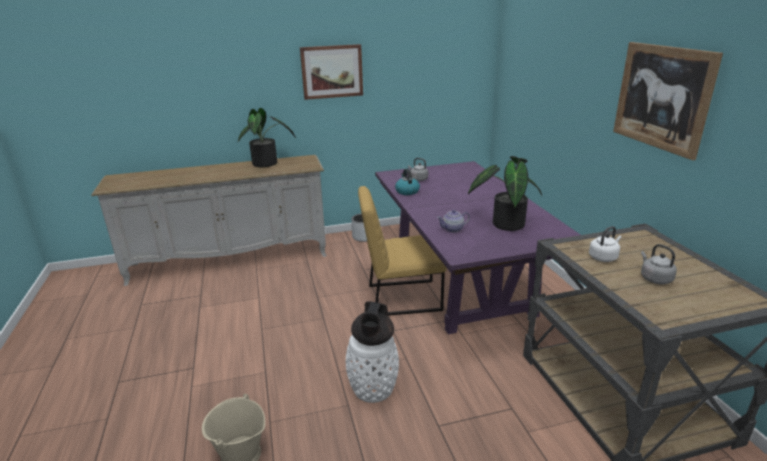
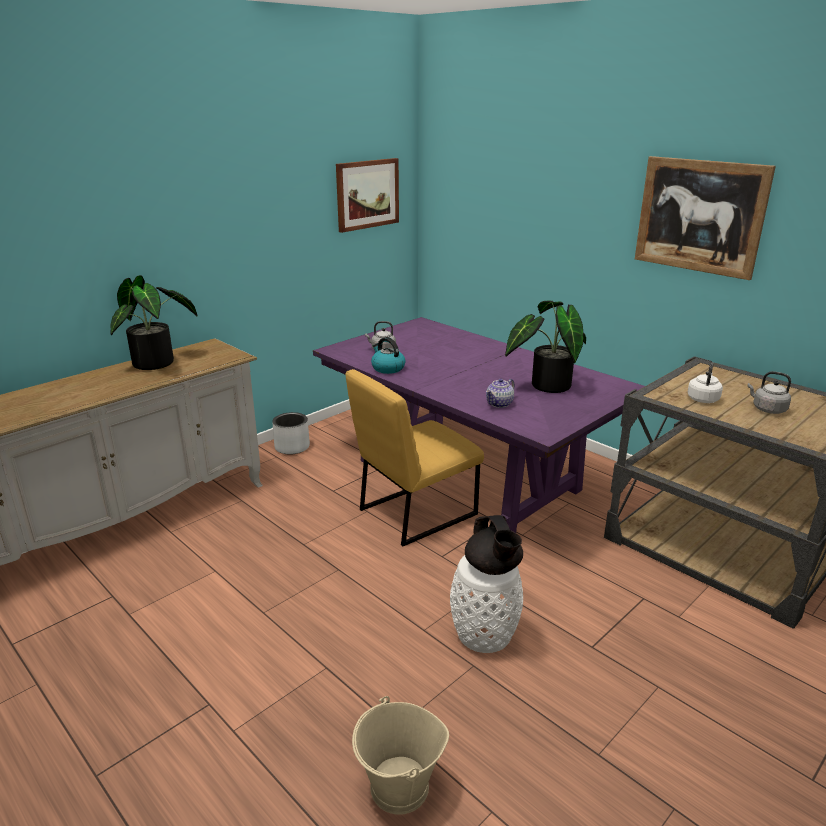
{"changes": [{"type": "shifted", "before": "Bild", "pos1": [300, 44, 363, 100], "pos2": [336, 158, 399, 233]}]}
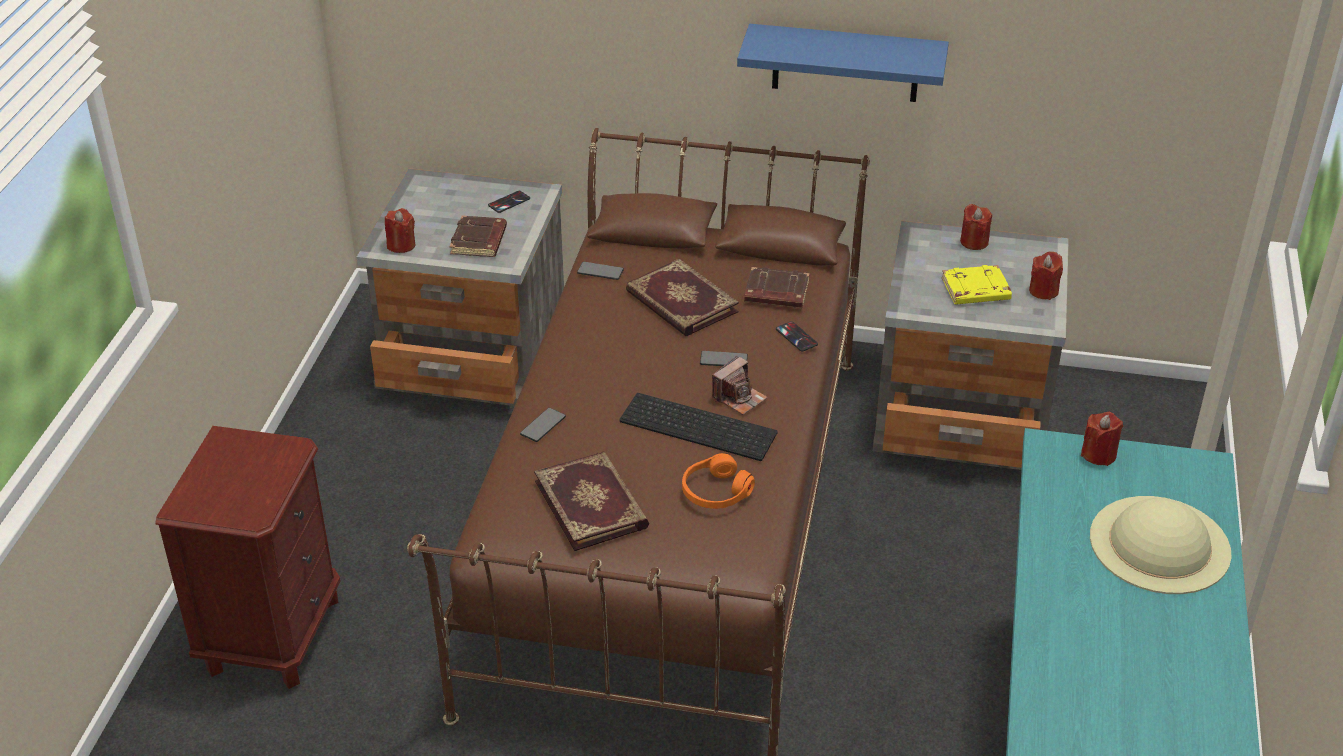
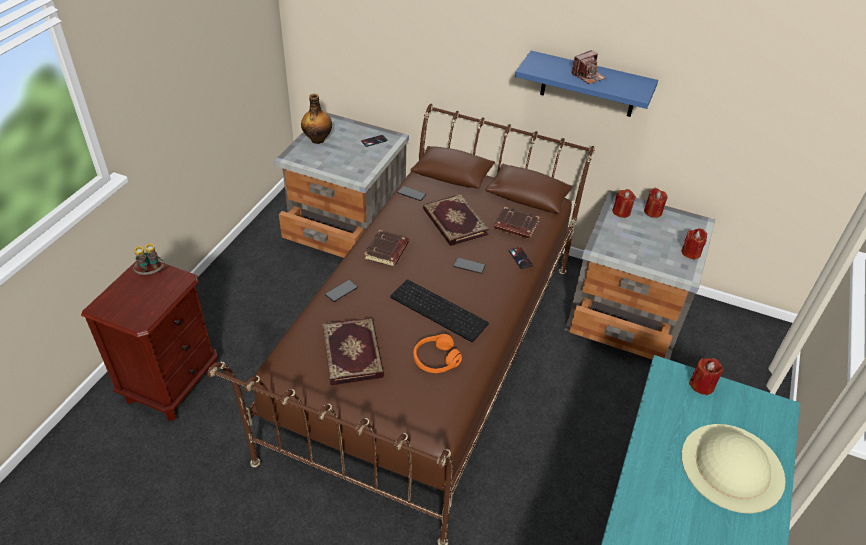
{"changes": [{"type": "shifted", "before": "Kerze (rot)", "pos1": [385, 208, 415, 253], "pos2": [613, 189, 636, 218]}, {"type": "shifted", "before": "Buch (braun)", "pos1": [449, 215, 507, 257], "pos2": [364, 230, 409, 267]}, {"type": "shifted", "before": "Kamera", "pos1": [712, 356, 768, 415], "pos2": [572, 50, 606, 84]}, {"type": "gone", "before": "Buch (gelb)", "pos1": [942, 265, 1012, 305]}, {"type": "new", "after": "Fernglas", "pos2": [133, 243, 165, 275]}, {"type": "new", "after": "Flasche", "pos2": [301, 94, 332, 144]}]}
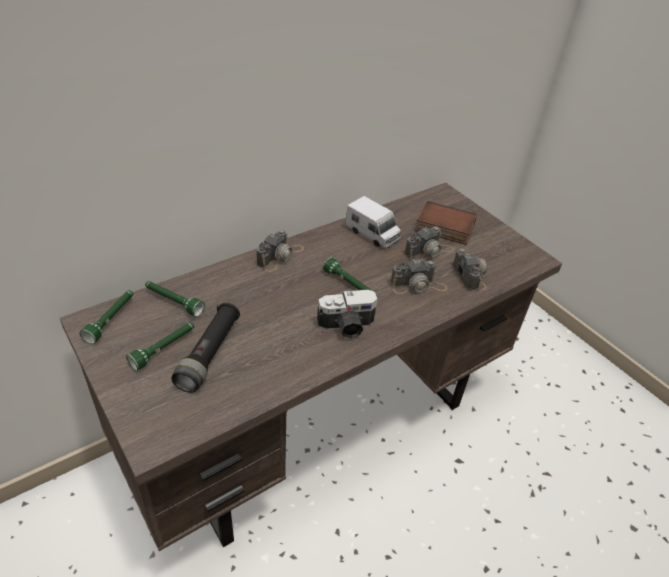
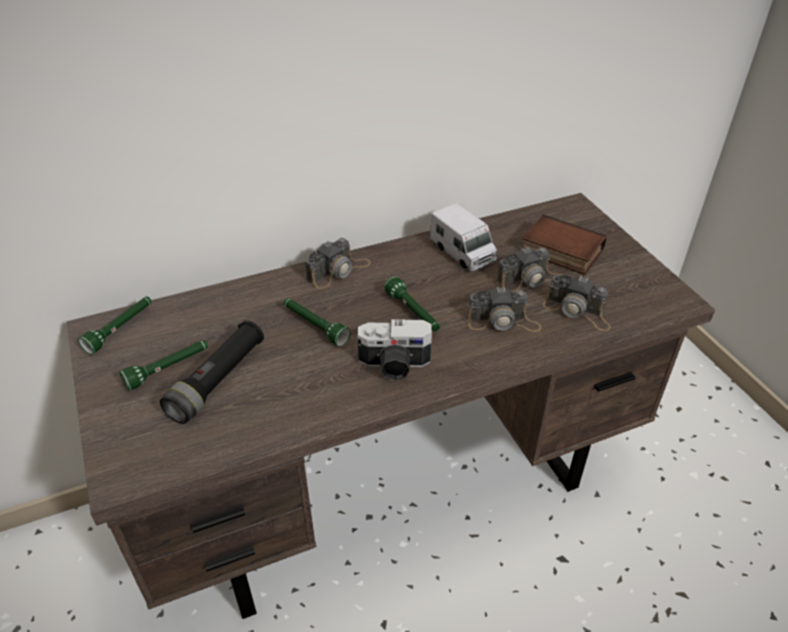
{"changes": [{"type": "shifted", "before": "Taschenlampe (grün)", "pos1": [145, 281, 205, 317], "pos2": [284, 298, 351, 347]}, {"type": "rotated", "before": "Kamera", "pos1": [453, 248, 487, 291], "pos2": [543, 275, 611, 331], "turn": 120}]}
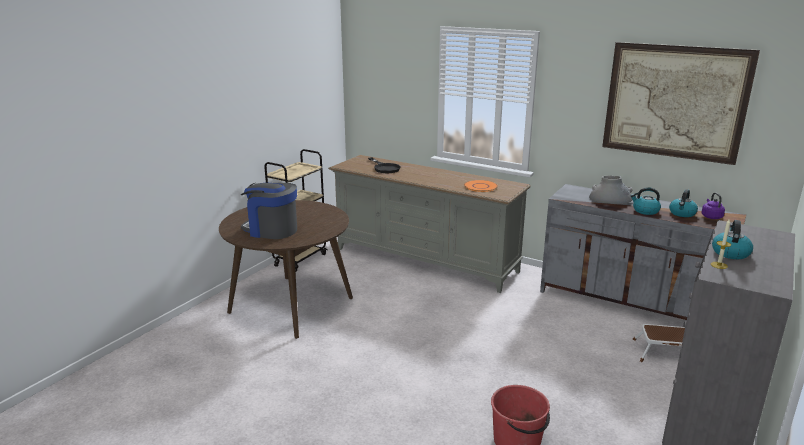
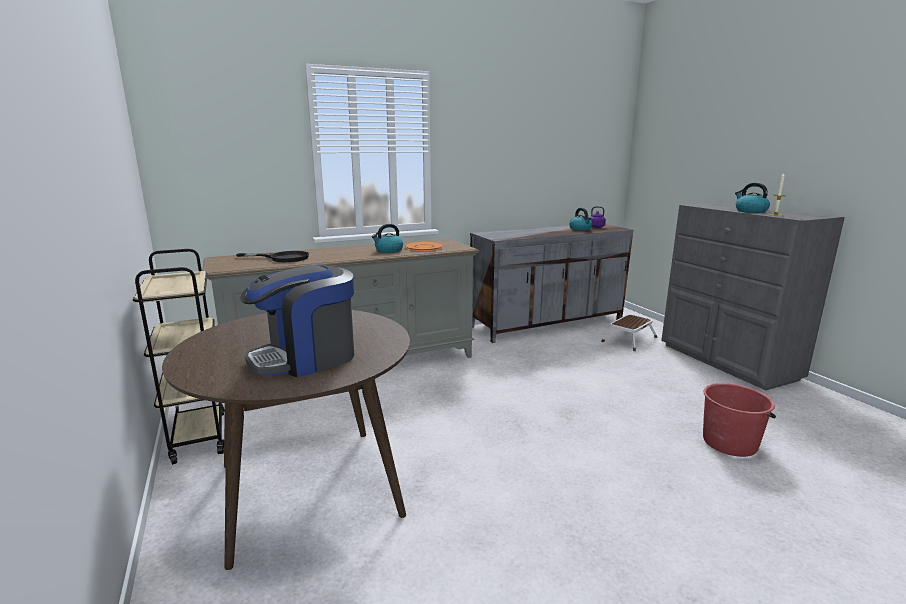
{"changes": [{"type": "gone", "before": "Vase (grau)", "pos1": [589, 176, 632, 204]}, {"type": "gone", "before": "Bild", "pos1": [602, 42, 760, 165]}, {"type": "shifted", "before": "Wasserkessel", "pos1": [630, 187, 661, 215], "pos2": [372, 224, 403, 253]}]}
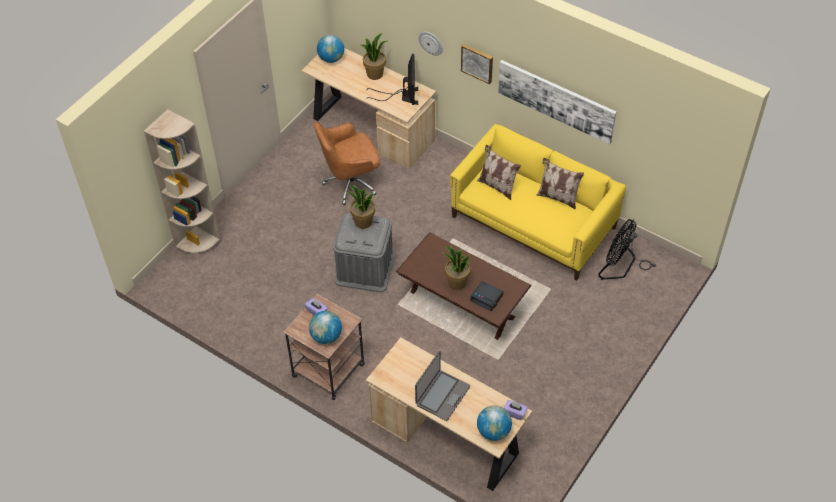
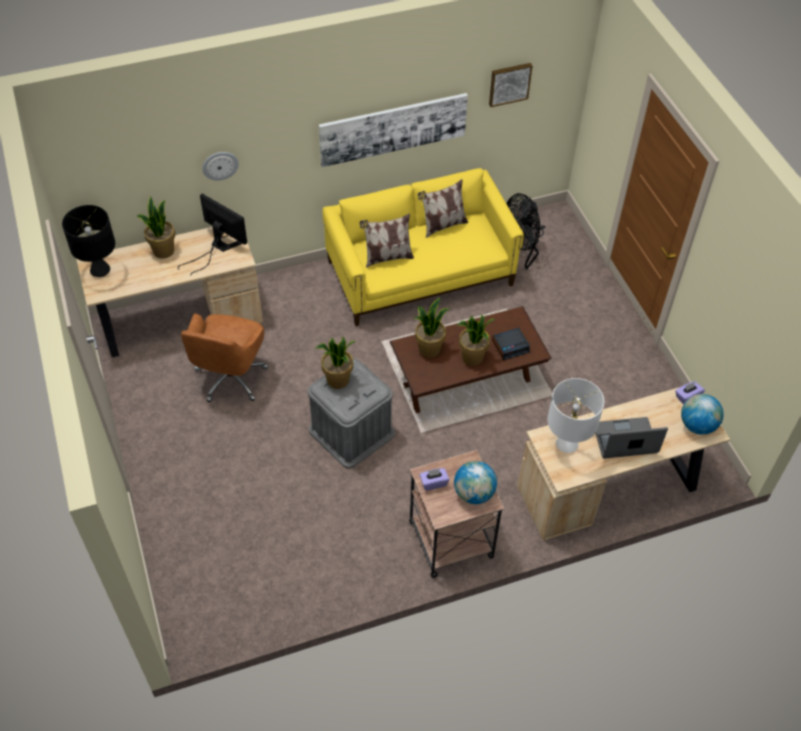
{"changes": [{"type": "gone", "before": "Bücherregal (beige)", "pos1": [144, 109, 220, 253]}, {"type": "swapped", "before": "Globus", "after": "Tischlampe (schwarz)", "pos1": [317, 35, 344, 63], "pos2": [62, 205, 115, 277]}, {"type": "rotated", "before": "Laptop", "pos1": [415, 351, 470, 421], "pos2": [595, 417, 668, 459], "turn": -75}, {"type": "shifted", "before": "Bild", "pos1": [461, 44, 493, 84], "pos2": [489, 63, 532, 107]}, {"type": "new", "after": "Topfpflanze", "pos2": [414, 298, 450, 358]}, {"type": "new", "after": "Tischlampe (weiß)", "pos2": [548, 378, 604, 453]}]}
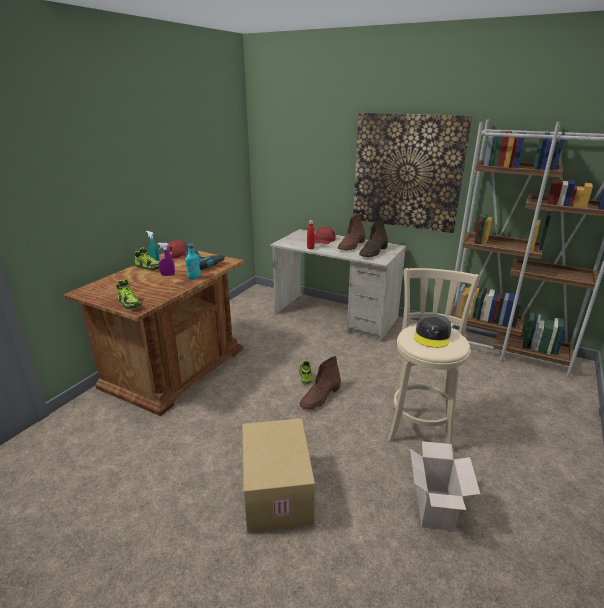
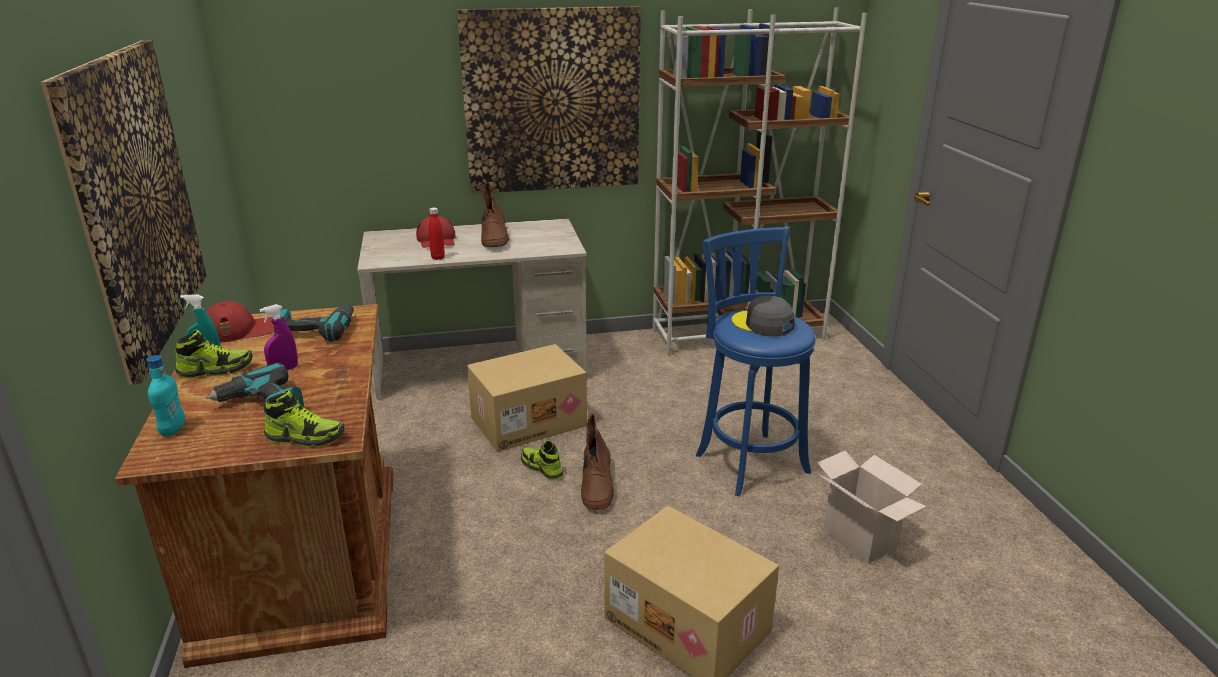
{"changes": [{"type": "shifted", "before": "Flasche (türkis)", "pos1": [185, 244, 201, 280], "pos2": [147, 355, 185, 437]}, {"type": "gone", "before": "Stiefel (braun)", "pos1": [359, 219, 388, 257]}, {"type": "repainted", "before": "Hocker (beige)", "after": "Hocker (blau)", "pos1": [387, 268, 480, 451], "pos2": [696, 226, 816, 496]}, {"type": "rotated", "before": "Kappe (grau)", "pos1": [414, 313, 451, 348], "pos2": [732, 296, 795, 336], "turn": 150}, {"type": "new", "after": "Bild", "pos2": [41, 40, 207, 385]}, {"type": "new", "after": "Bohrmaschine", "pos2": [206, 363, 304, 413]}, {"type": "new", "after": "Karton", "pos2": [467, 344, 587, 452]}]}
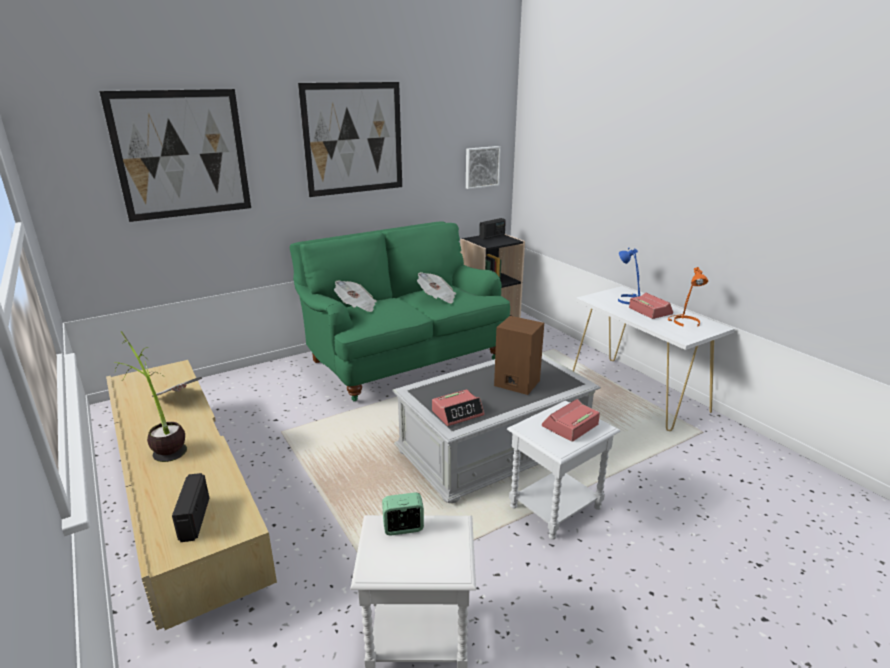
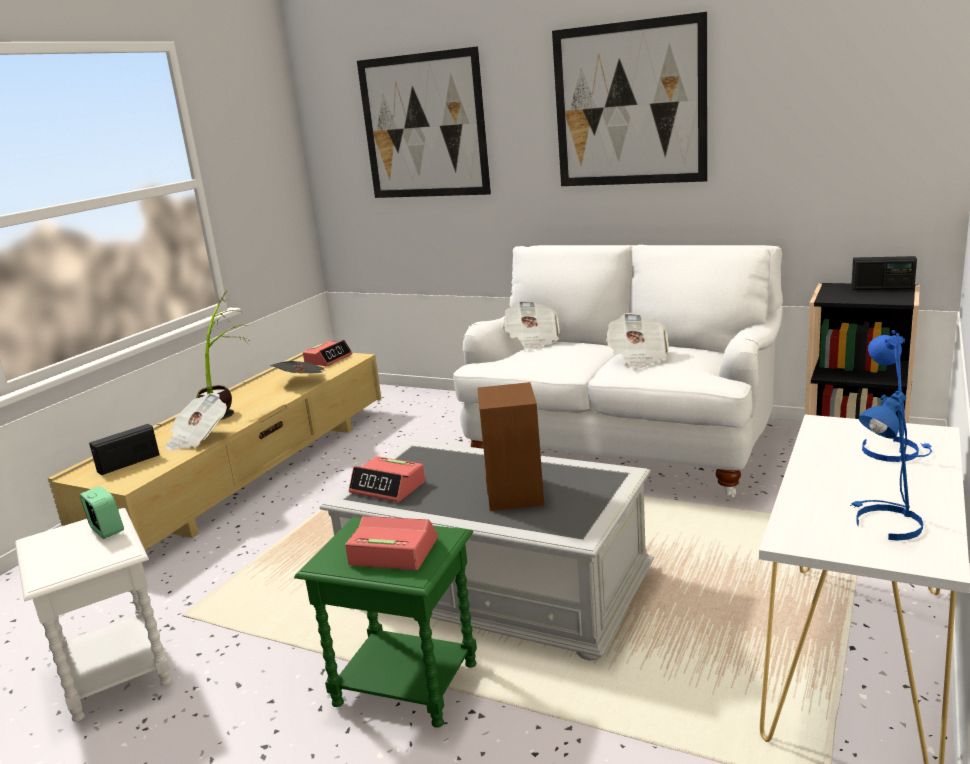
{"changes": [{"type": "repainted", "before": "Sofa (grün)", "after": "Sofa (weiß)", "pos1": [290, 222, 510, 402], "pos2": [453, 245, 783, 497]}, {"type": "gone", "before": "Bild", "pos1": [466, 146, 501, 189]}, {"type": "repainted", "before": "Beistelltisch (weiß)", "after": "Beistelltisch (grün)", "pos1": [507, 401, 620, 540], "pos2": [294, 517, 477, 728]}, {"type": "shifted", "before": "Wecker", "pos1": [629, 293, 673, 319], "pos2": [303, 340, 352, 366]}, {"type": "repainted", "before": "Tischlampe (orange)", "after": "Tischlampe (blau)", "pos1": [667, 267, 708, 327], "pos2": [850, 391, 923, 541]}, {"type": "new", "after": "Zeitung", "pos2": [164, 393, 227, 451]}]}
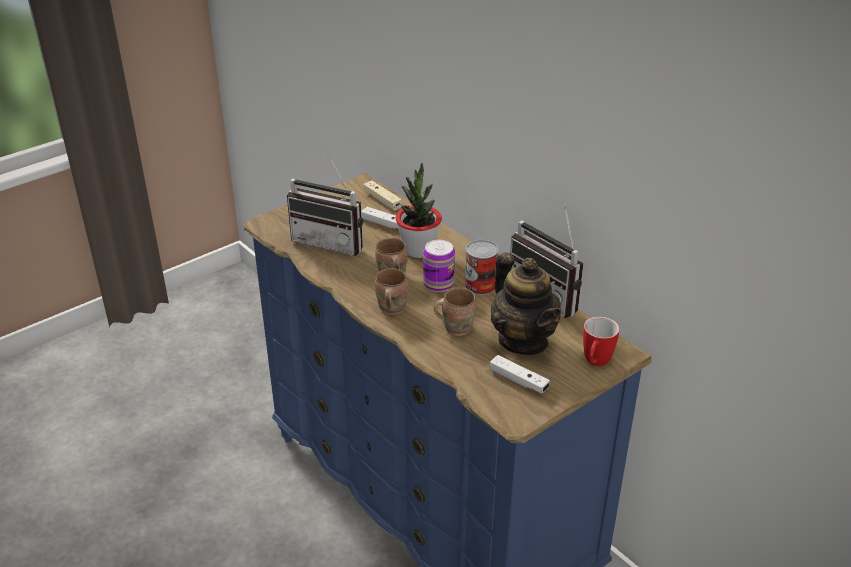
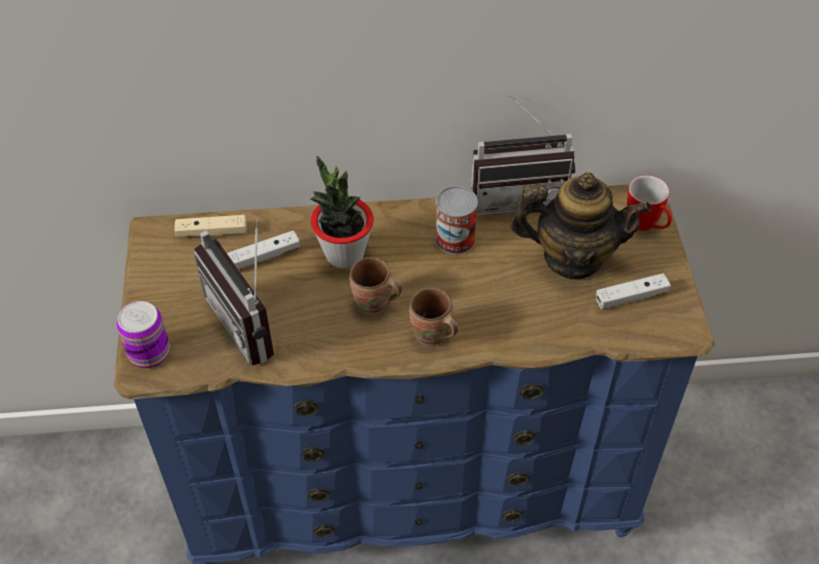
{"changes": [{"type": "rotated", "before": "Radio", "pos1": [287, 154, 363, 256], "pos2": [194, 220, 274, 366], "turn": 90}, {"type": "shifted", "before": "Dose", "pos1": [423, 239, 455, 292], "pos2": [116, 301, 170, 368]}, {"type": "gone", "before": "Henkelbecher (braun)", "pos1": [434, 287, 476, 336]}]}
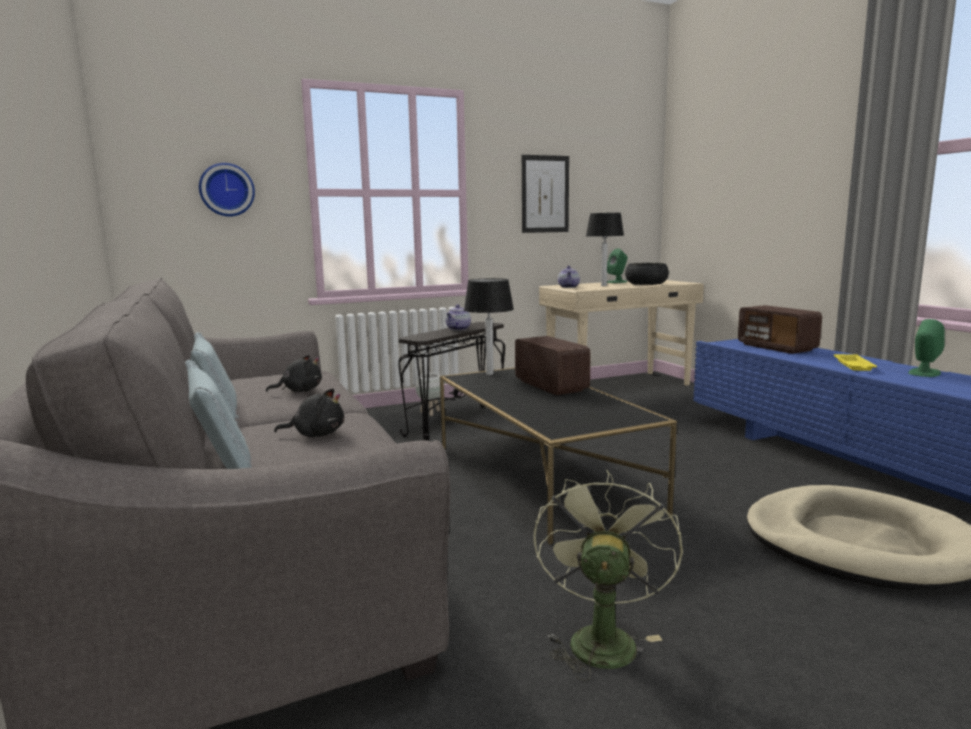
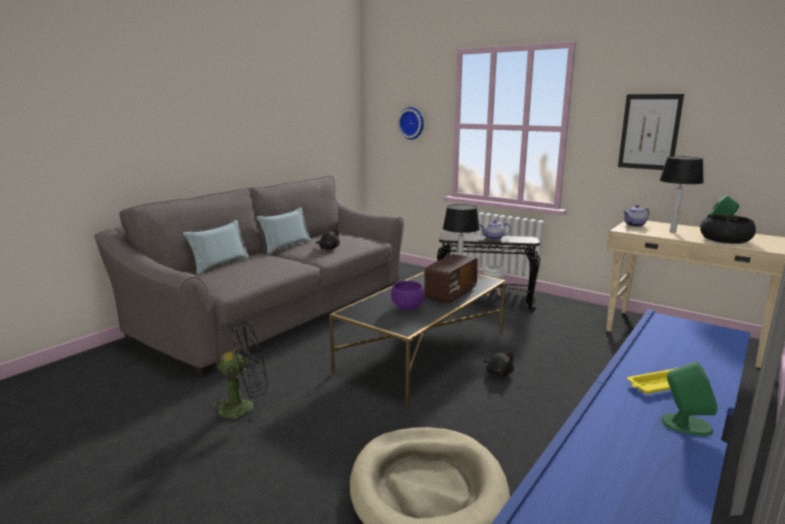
{"changes": [{"type": "shifted", "before": "Plüschtier (schwarz)", "pos1": [274, 388, 344, 437], "pos2": [483, 353, 514, 376]}, {"type": "repainted", "before": "Ventilator (grün)", "after": "Ventilator (schwarz)", "pos1": [533, 469, 683, 681], "pos2": [208, 321, 267, 423]}, {"type": "gone", "before": "Radio", "pos1": [738, 305, 822, 354]}, {"type": "new", "after": "Schüssel (lila)", "pos2": [391, 281, 425, 310]}]}
